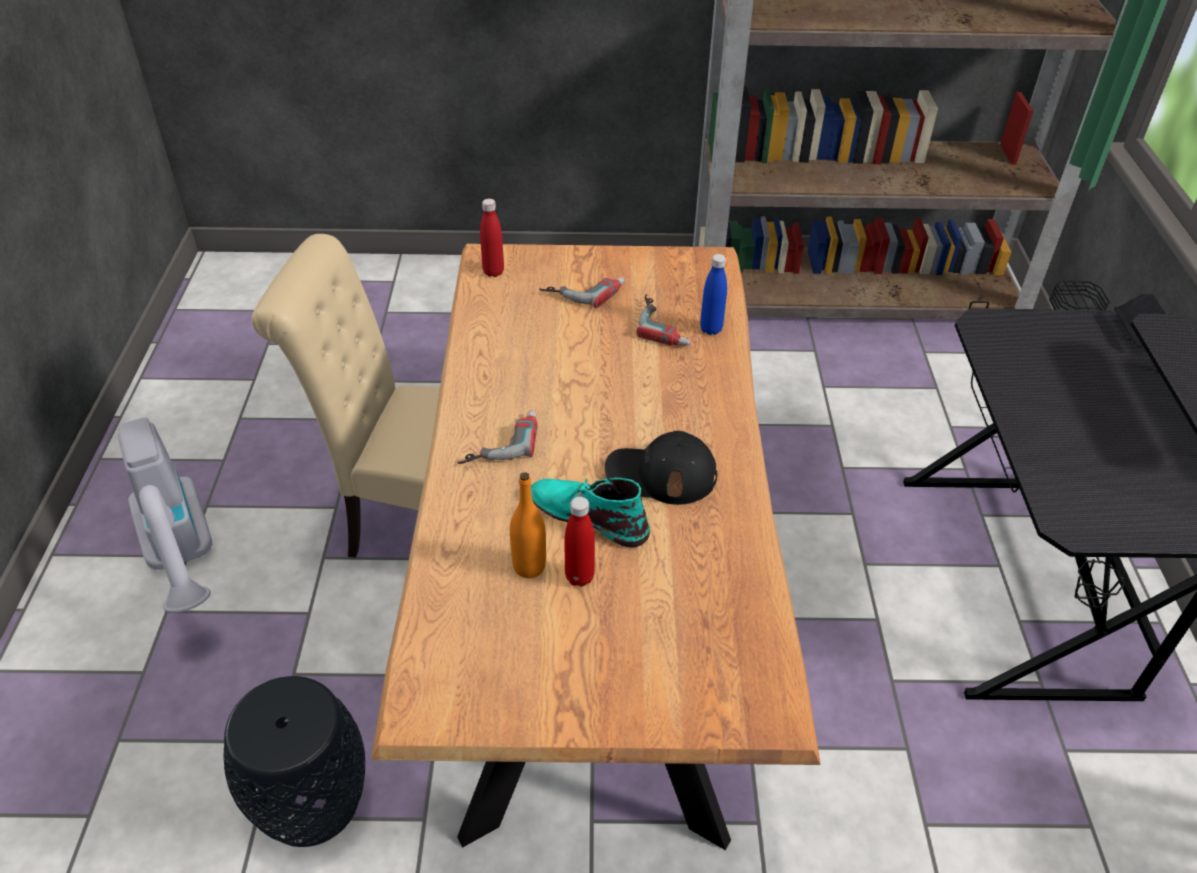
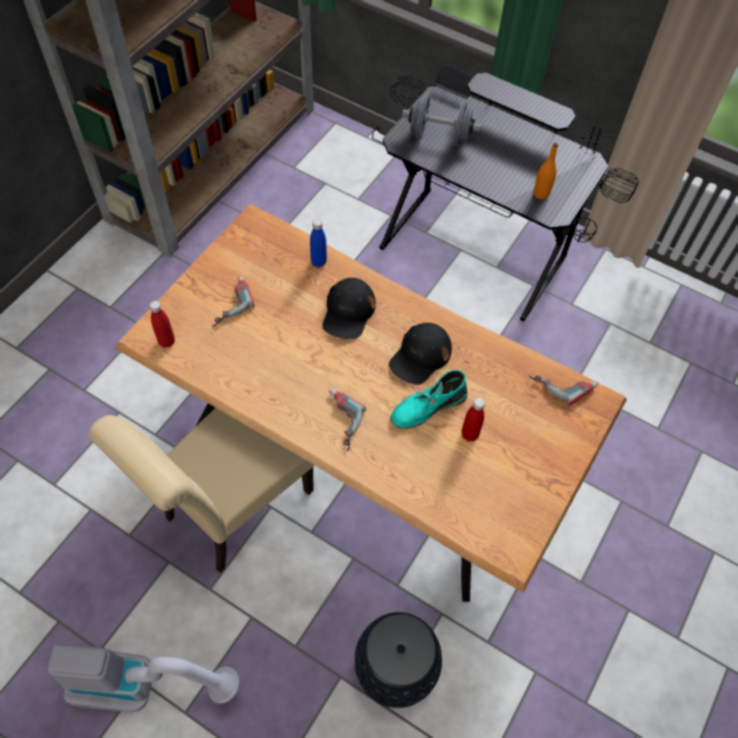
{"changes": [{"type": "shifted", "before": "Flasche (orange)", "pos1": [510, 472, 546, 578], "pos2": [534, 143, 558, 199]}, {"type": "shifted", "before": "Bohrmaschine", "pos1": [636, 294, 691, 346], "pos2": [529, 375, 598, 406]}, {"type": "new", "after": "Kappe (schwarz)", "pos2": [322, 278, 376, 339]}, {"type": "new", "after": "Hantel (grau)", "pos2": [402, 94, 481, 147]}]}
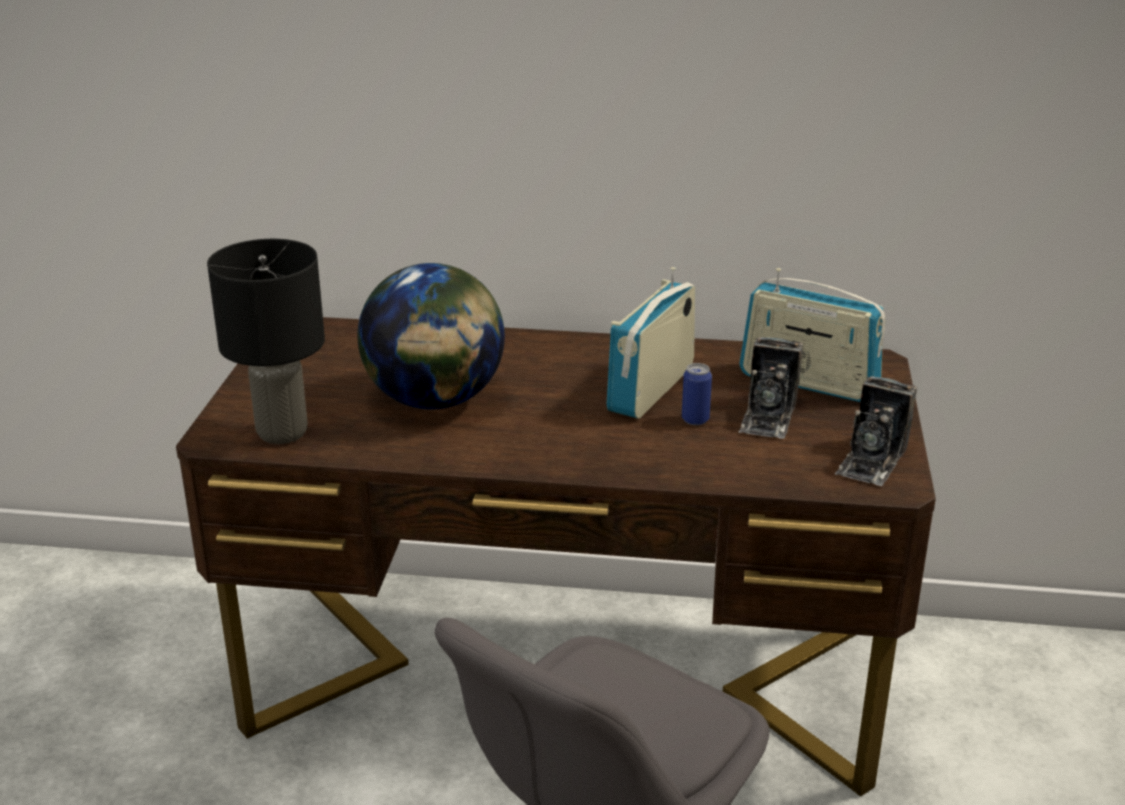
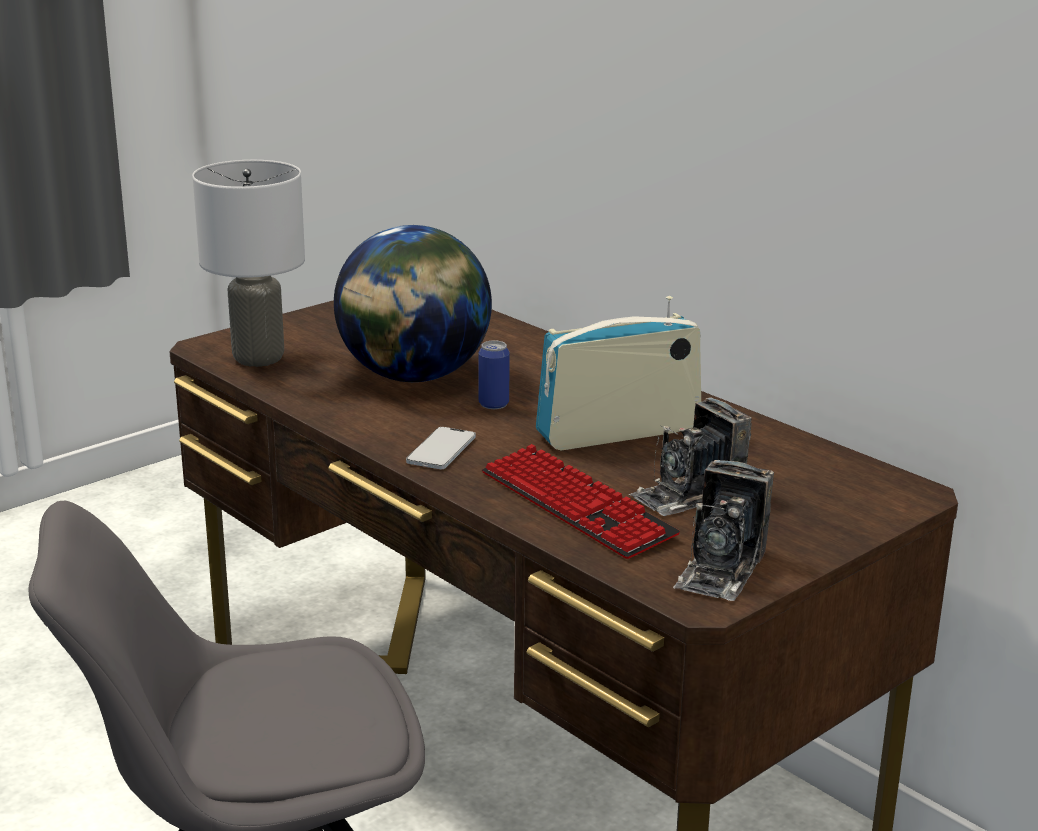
{"changes": [{"type": "repainted", "before": "Tischlampe (schwarz)", "after": "Tischlampe (weiß)", "pos1": [207, 239, 325, 444], "pos2": [193, 160, 305, 367]}, {"type": "shifted", "before": "Dose", "pos1": [682, 363, 712, 425], "pos2": [479, 340, 510, 409]}, {"type": "gone", "before": "Radio", "pos1": [739, 268, 886, 402]}, {"type": "rotated", "before": "Kamera", "pos1": [835, 376, 917, 486], "pos2": [673, 460, 775, 601], "turn": -45}, {"type": "new", "after": "Handy", "pos2": [406, 427, 476, 469]}, {"type": "new", "after": "Tastatur", "pos2": [482, 444, 680, 559]}]}
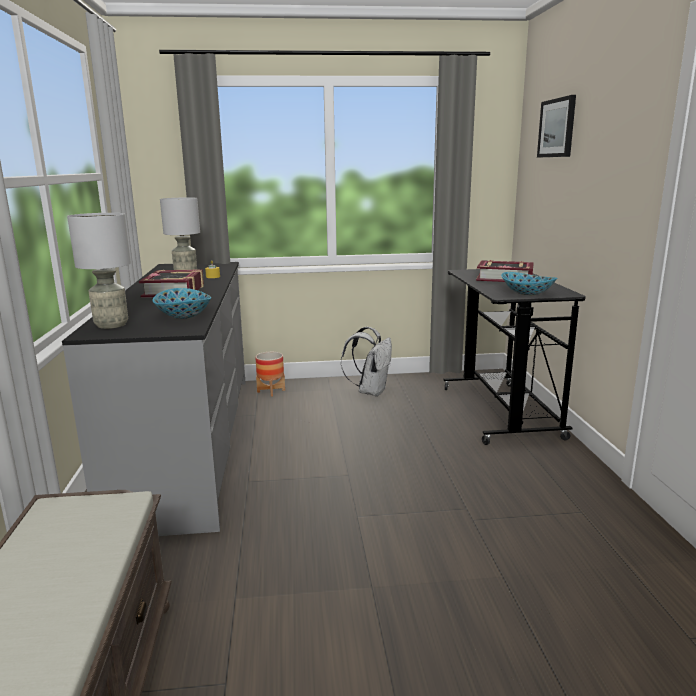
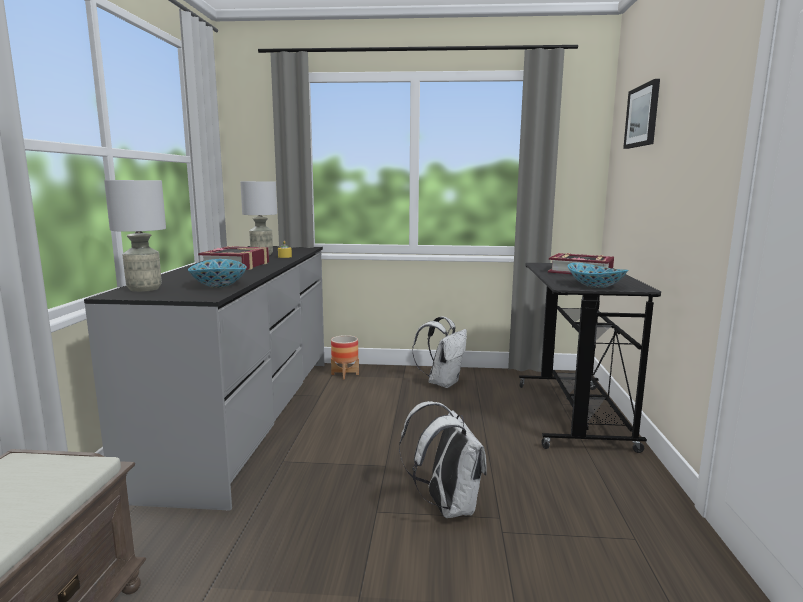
{"changes": [{"type": "new", "after": "Rucksack (weiß)", "pos2": [399, 401, 487, 518]}]}
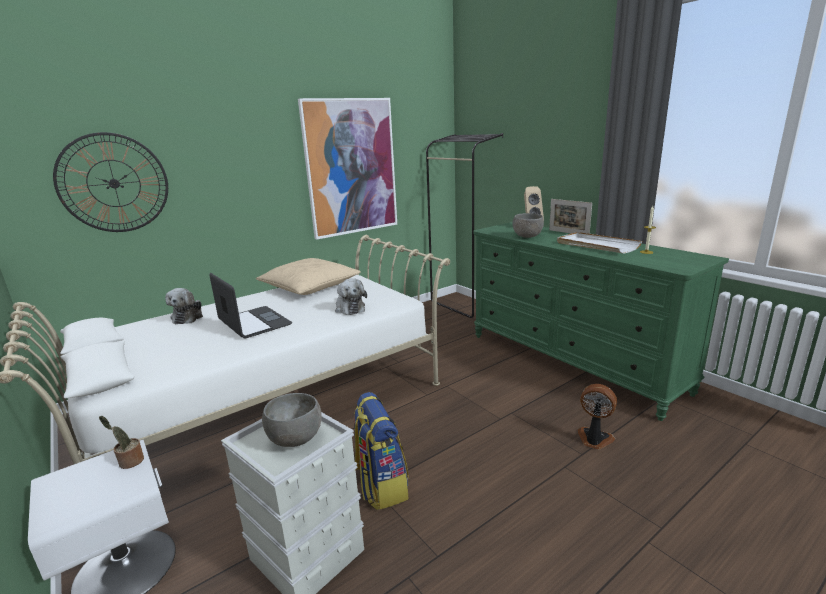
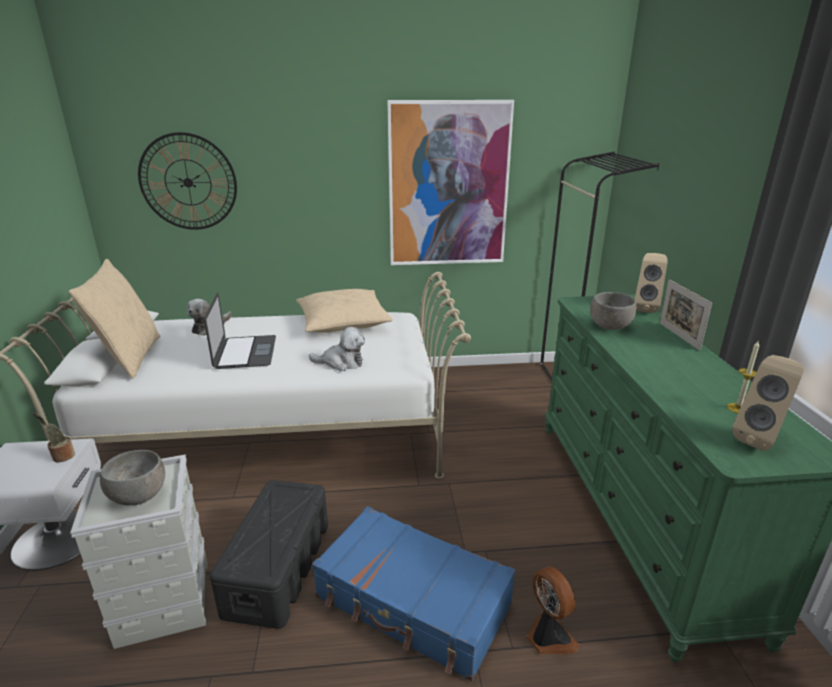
{"changes": [{"type": "rotated", "before": "Plüschtier", "pos1": [335, 278, 367, 315], "pos2": [308, 327, 365, 371], "turn": -90}, {"type": "swapped", "before": "Rucksack", "after": "Aufbewahrungsbox (schwarz)", "pos1": [354, 392, 409, 510], "pos2": [210, 480, 328, 629]}, {"type": "gone", "before": "Tablett (weiß)", "pos1": [557, 232, 642, 254]}, {"type": "new", "after": "Kissen (beige)", "pos2": [69, 259, 160, 378]}, {"type": "new", "after": "Koffer (blau)", "pos2": [312, 506, 515, 681]}, {"type": "new", "after": "Lautsprecher (beige)", "pos2": [732, 355, 803, 451]}]}
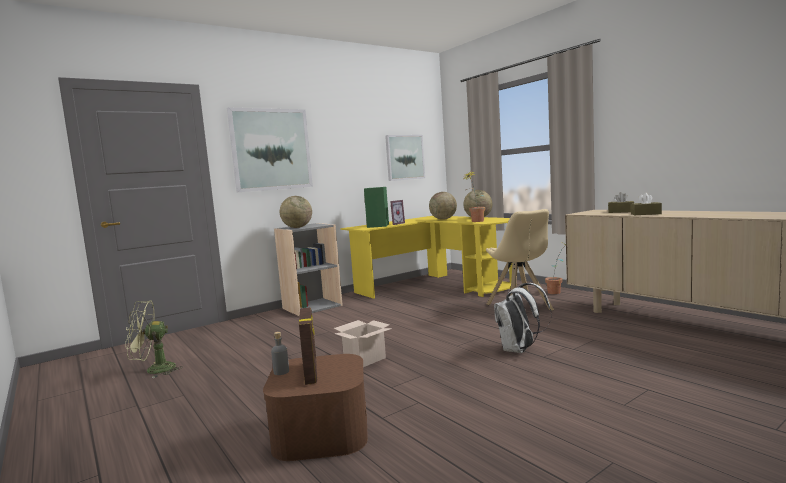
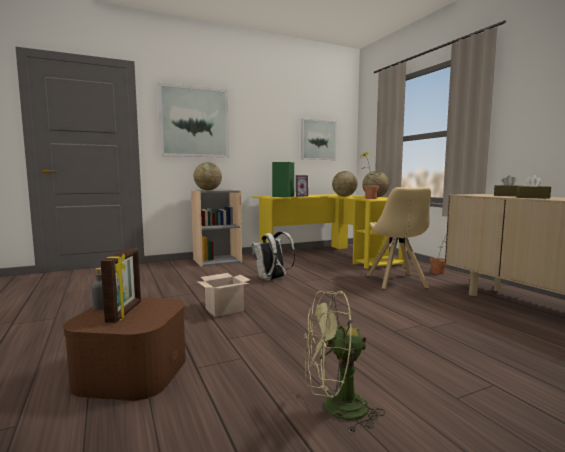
{"changes": [{"type": "shifted", "before": "Ventilator (grün)", "pos1": [125, 300, 183, 378], "pos2": [303, 291, 385, 434]}, {"type": "shifted", "before": "Rucksack (weiß)", "pos1": [494, 283, 552, 353], "pos2": [251, 232, 295, 281]}]}
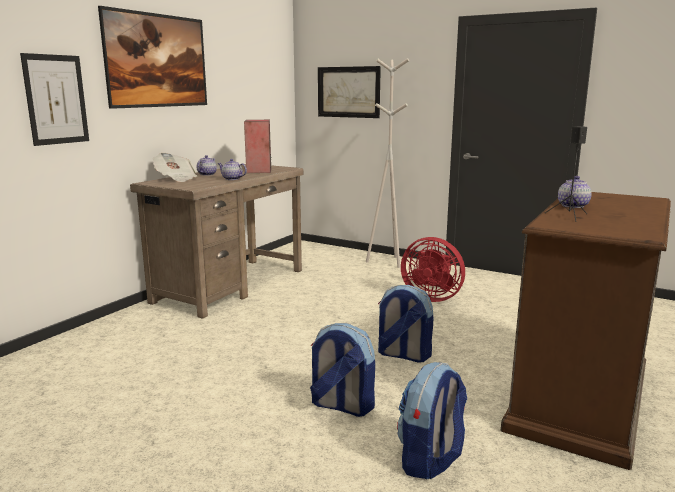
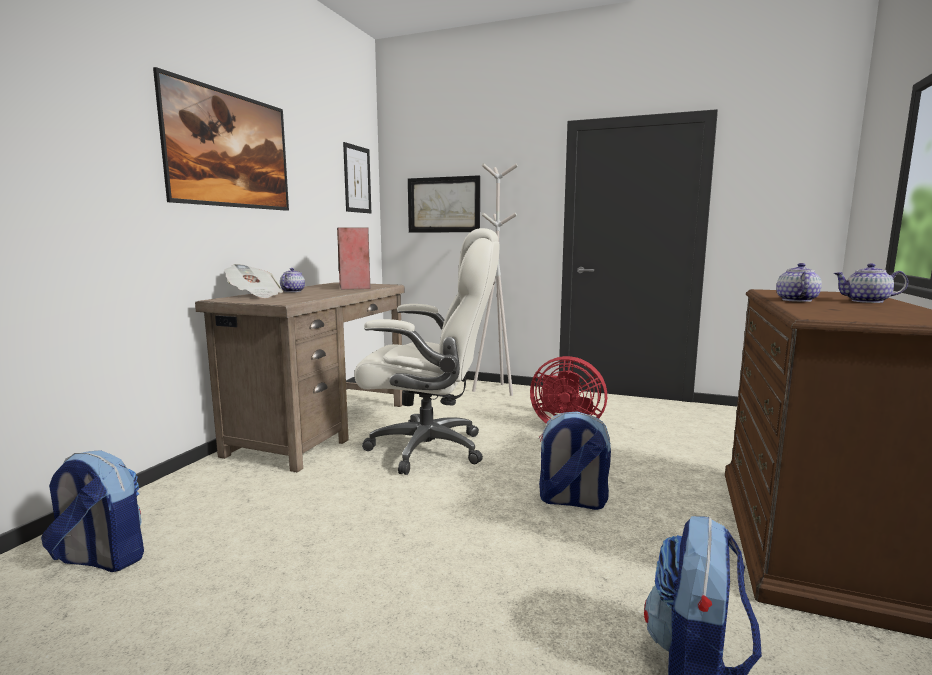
{"changes": [{"type": "shifted", "before": "Bild", "pos1": [20, 53, 89, 146], "pos2": [343, 142, 371, 213]}, {"type": "shifted", "before": "Teekanne", "pos1": [218, 159, 247, 180], "pos2": [833, 263, 908, 303]}, {"type": "shifted", "before": "Rucksack", "pos1": [310, 323, 375, 417], "pos2": [41, 450, 144, 572]}, {"type": "gone", "before": "Lautsprecher (schwarz)", "pos1": [545, 126, 587, 222]}, {"type": "new", "after": "Bürostuhl (weiß)", "pos2": [355, 228, 500, 475]}]}
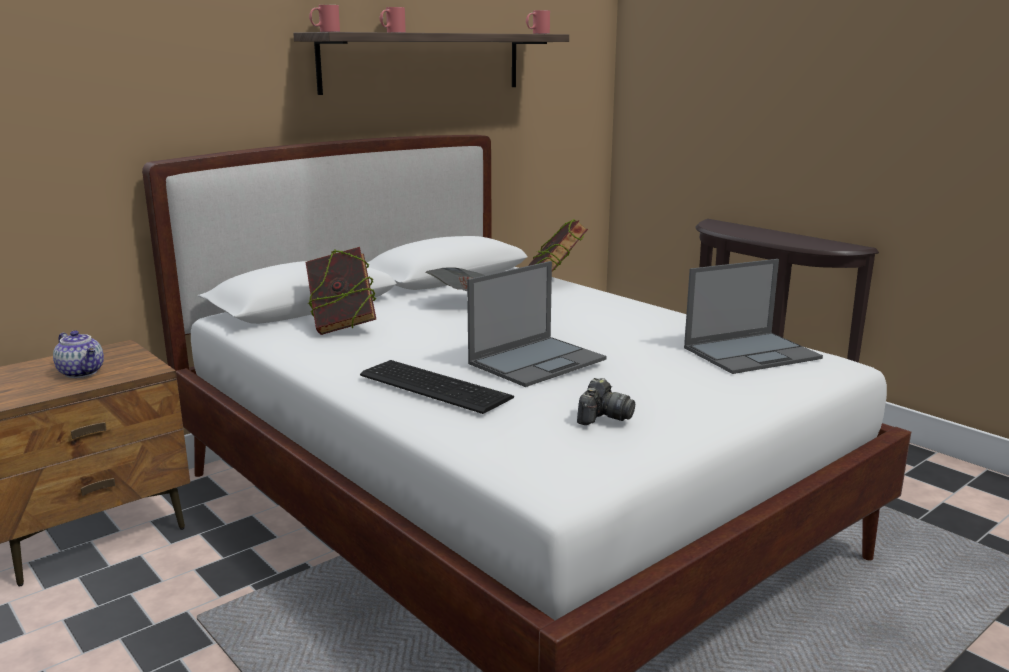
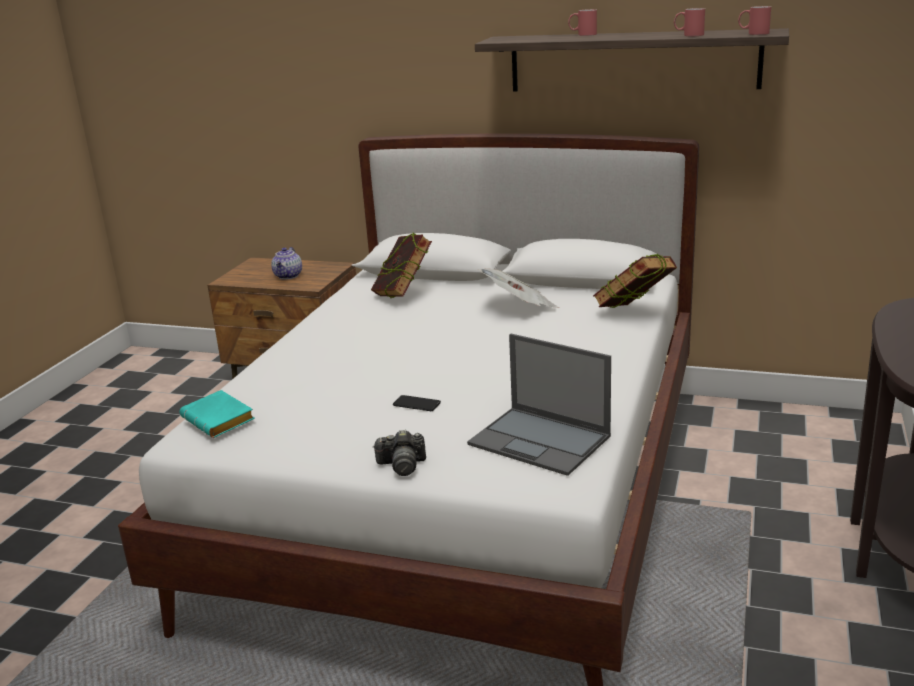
{"changes": [{"type": "shifted", "before": "Henkelbecher (rot)", "pos1": [309, 5, 340, 32], "pos2": [674, 8, 705, 36]}, {"type": "gone", "before": "Tastatur", "pos1": [360, 360, 514, 414]}, {"type": "gone", "before": "Laptop", "pos1": [467, 261, 607, 387]}, {"type": "shifted", "before": "Kamera", "pos1": [577, 378, 635, 425], "pos2": [373, 430, 426, 476]}, {"type": "new", "after": "Buch (türkis)", "pos2": [180, 390, 255, 438]}, {"type": "new", "after": "Handy", "pos2": [393, 395, 441, 411]}]}
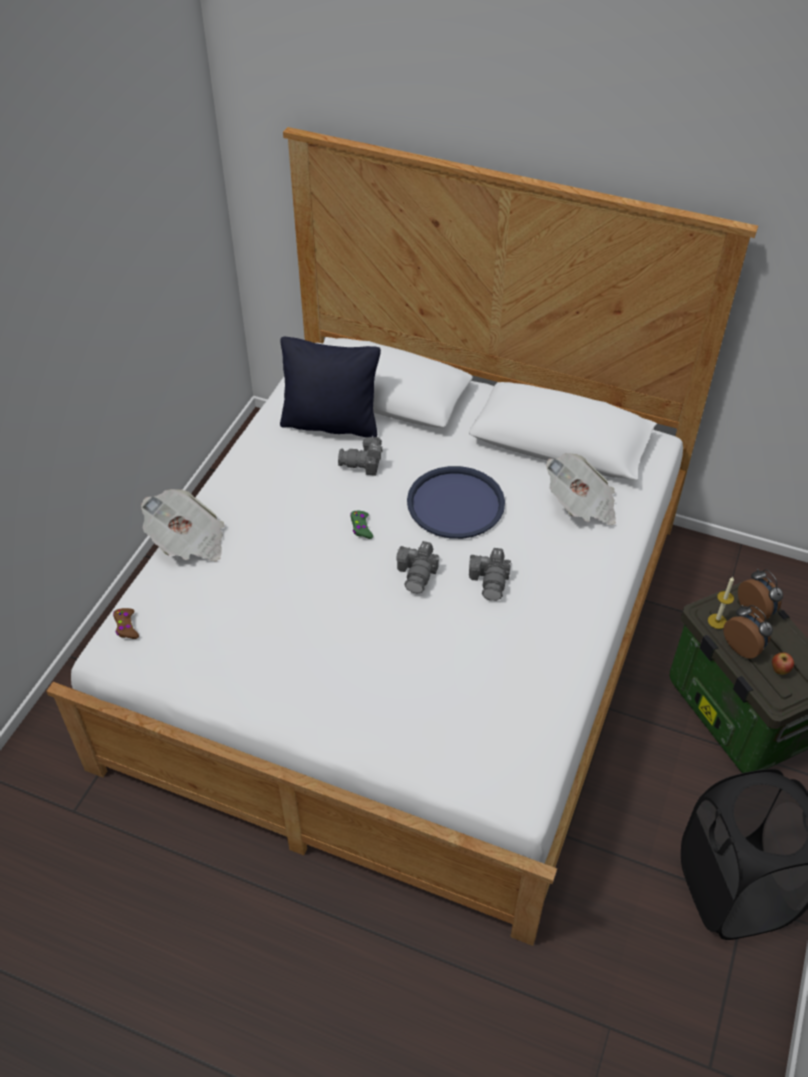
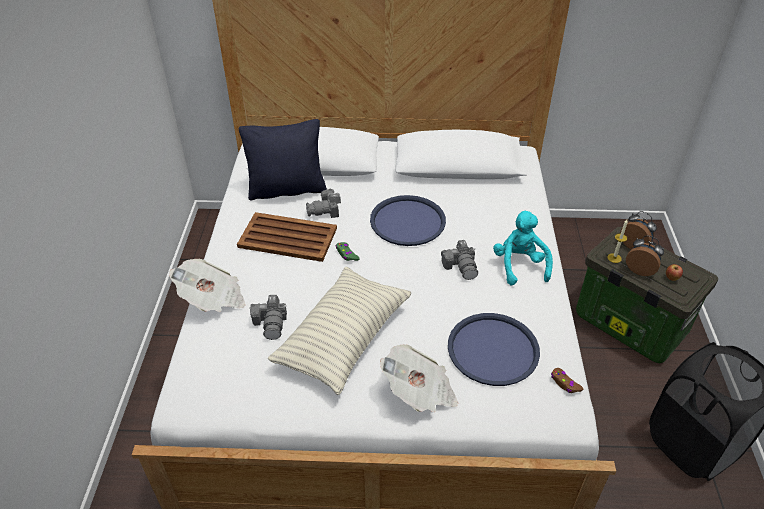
{"changes": [{"type": "shifted", "before": "Gamepad (braun)", "pos1": [113, 608, 139, 639], "pos2": [551, 368, 583, 393]}, {"type": "shifted", "before": "Kamera", "pos1": [397, 541, 439, 594], "pos2": [249, 295, 287, 340]}, {"type": "shifted", "before": "Zeitung", "pos1": [546, 453, 616, 525], "pos2": [380, 344, 458, 412]}, {"type": "new", "after": "Tablett (braun)", "pos2": [237, 212, 337, 262]}, {"type": "new", "after": "Kissen", "pos2": [268, 267, 411, 395]}, {"type": "new", "after": "Tablett (blau)", "pos2": [448, 313, 540, 386]}, {"type": "new", "after": "Plüschtier (türkis)", "pos2": [493, 211, 553, 286]}]}
